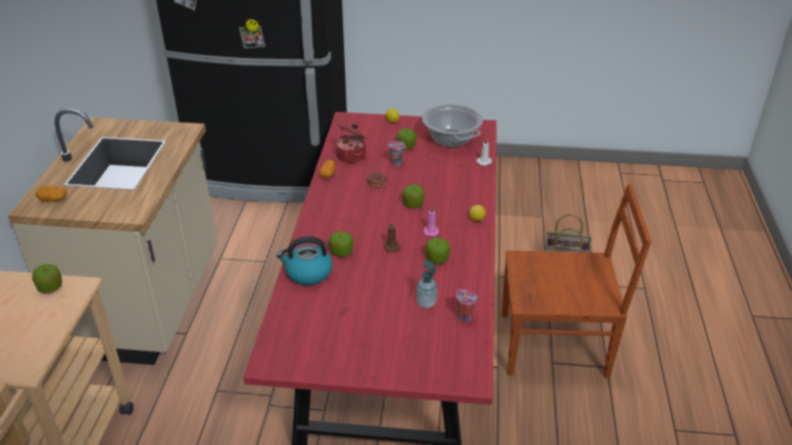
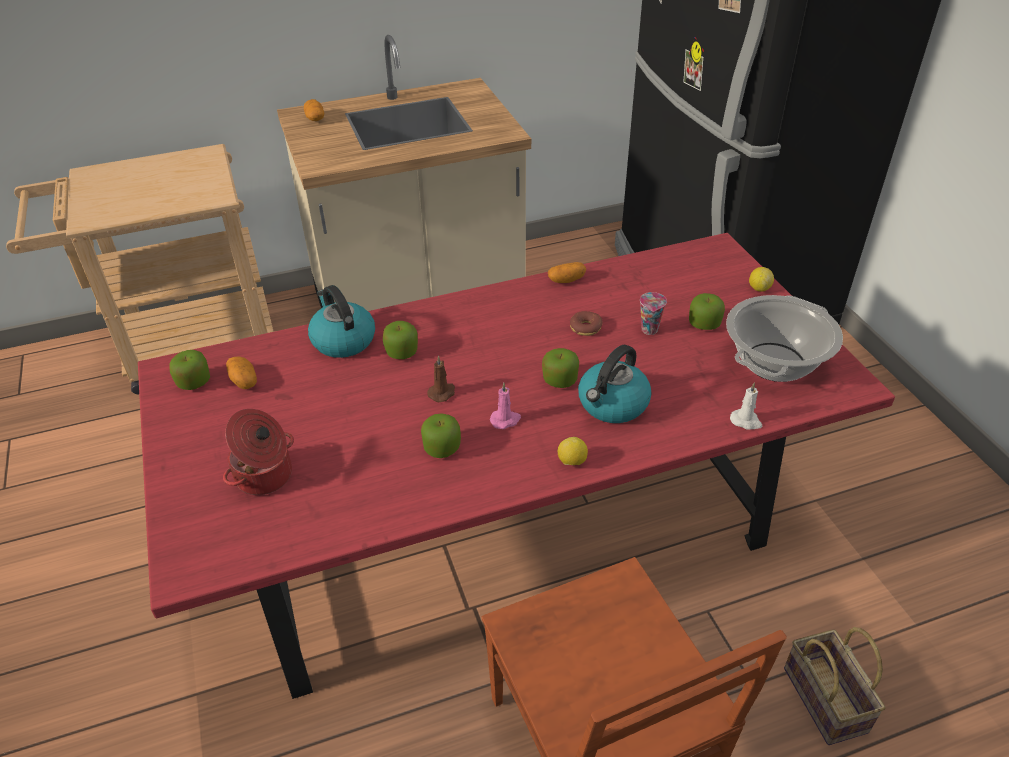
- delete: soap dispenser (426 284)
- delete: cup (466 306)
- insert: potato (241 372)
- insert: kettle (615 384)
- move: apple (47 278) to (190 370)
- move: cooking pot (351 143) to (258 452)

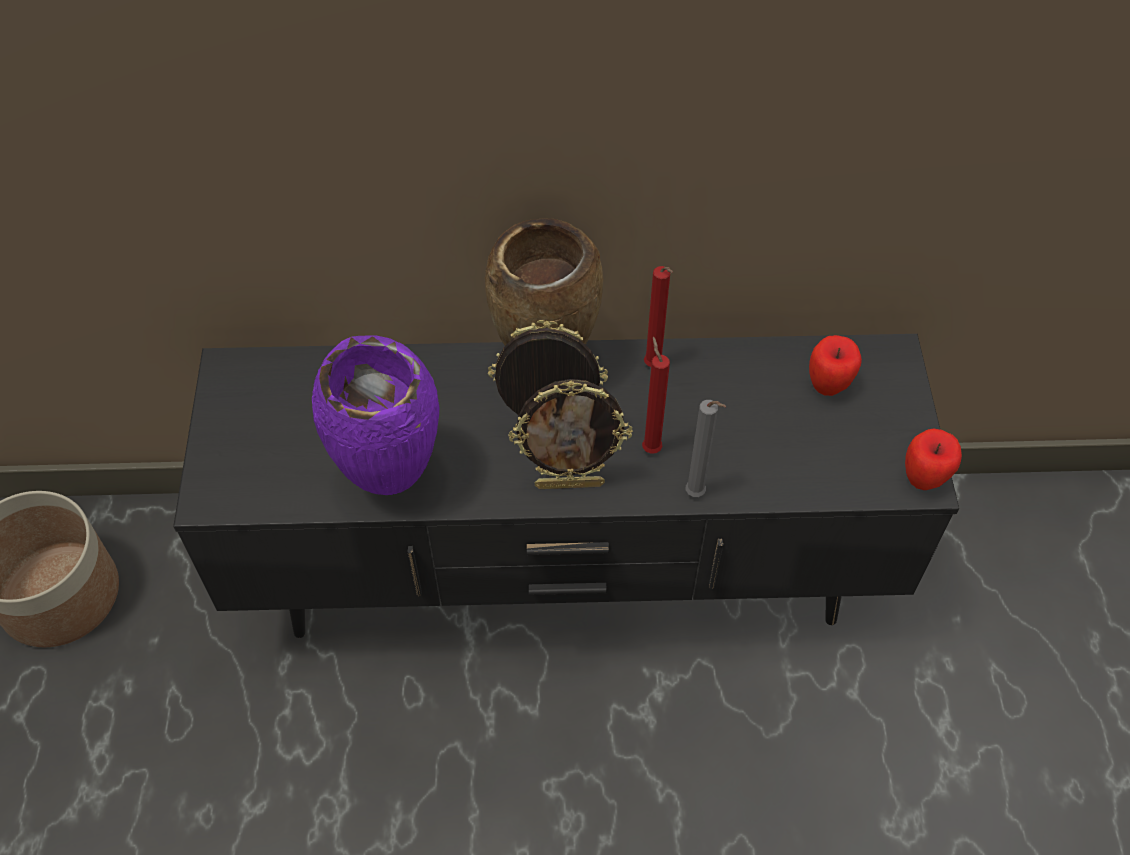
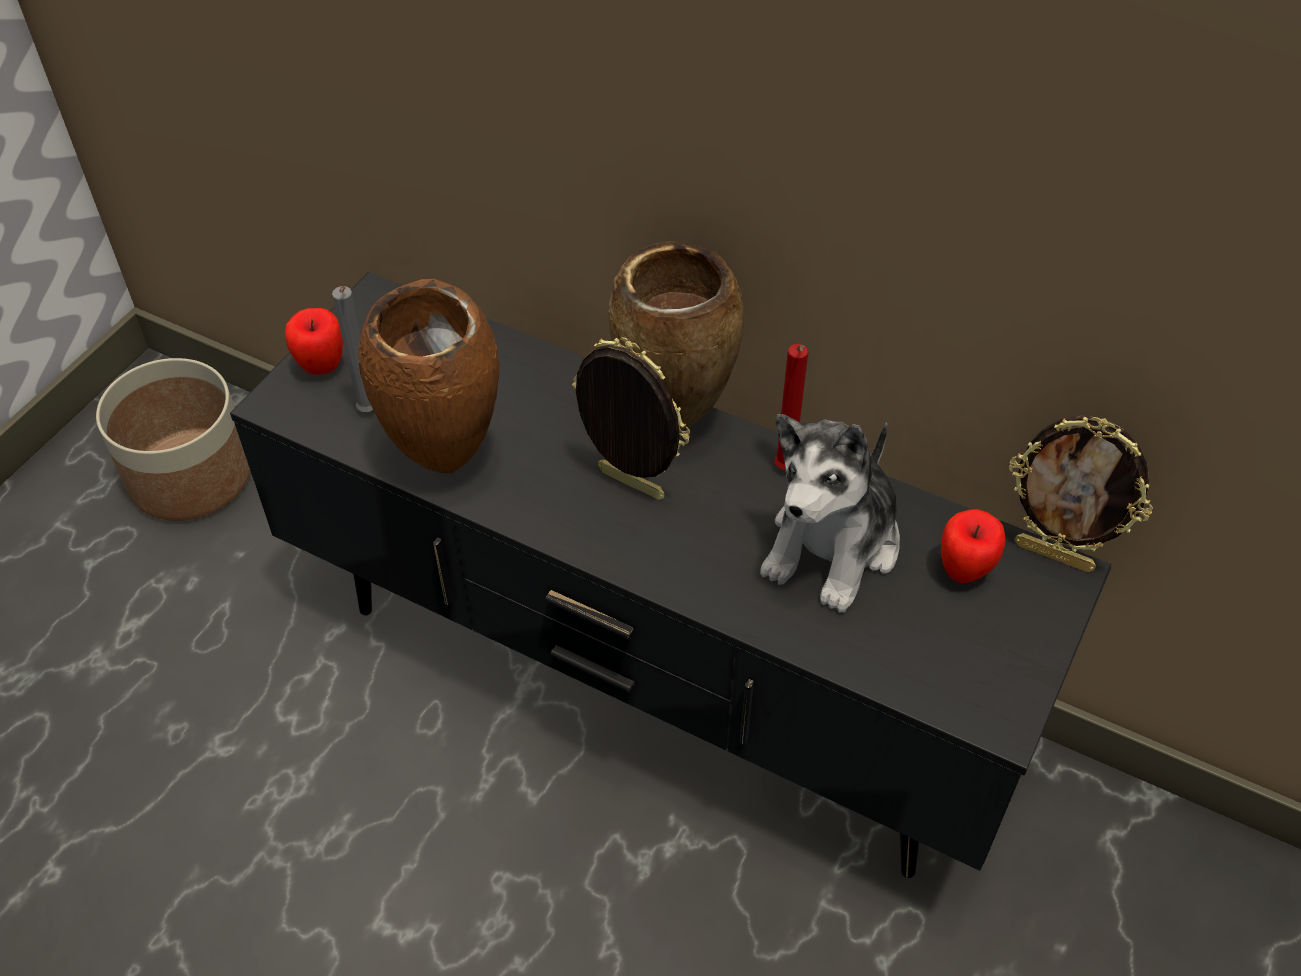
- delete: red candle (656 395)
- insert: plush toy (830 513)
- move: picture frame (571 434) to (1081 493)
- move: grey candle (706 448) to (352 349)
- move: apple (933 459) to (314 341)
- recolor: purple vase (375 415) to brown vase (428 376)

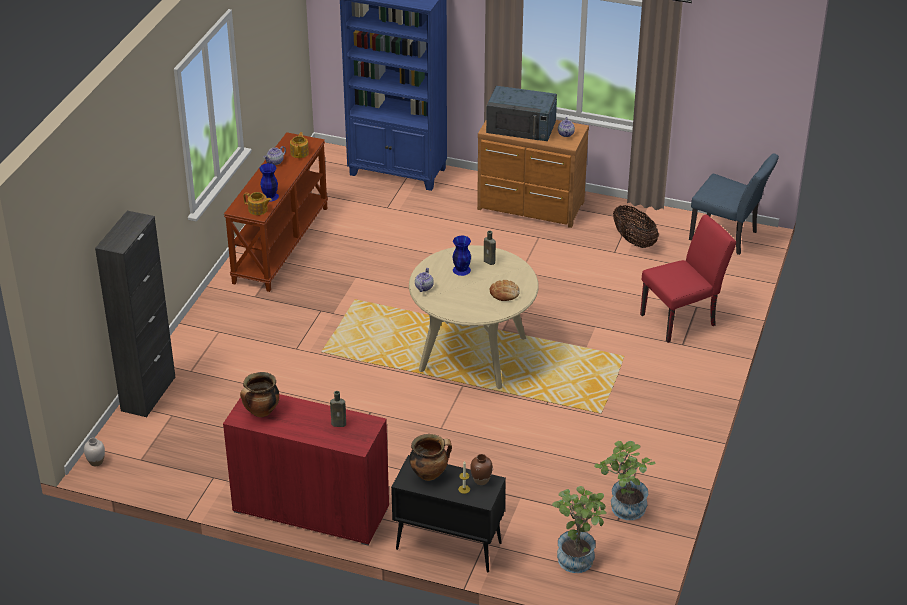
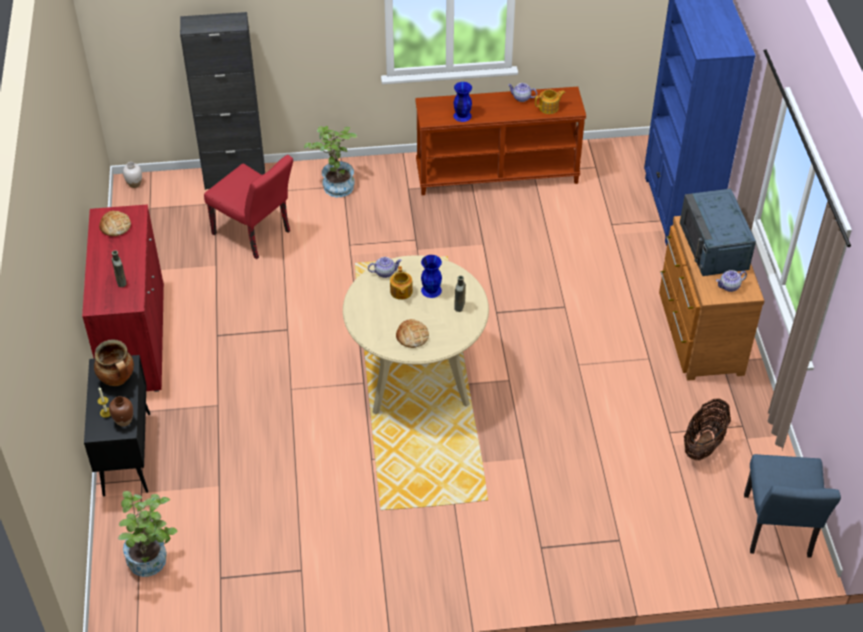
- move: teapot (258 203) to (401 283)
- move: potted plant (624 480) to (330 161)
- move: red chair (688 279) to (248 207)
- replace: cooking pot (259 394) to bread (115 223)

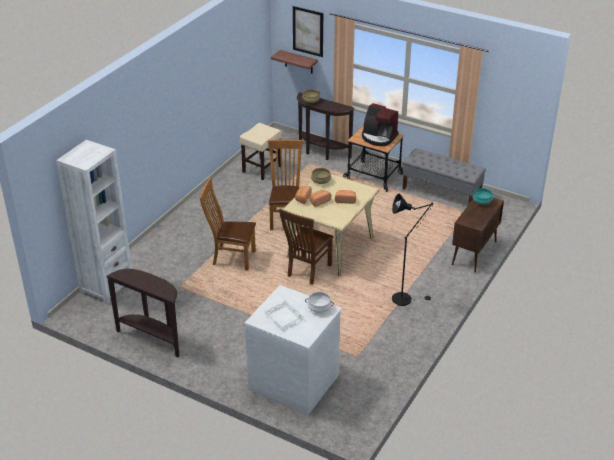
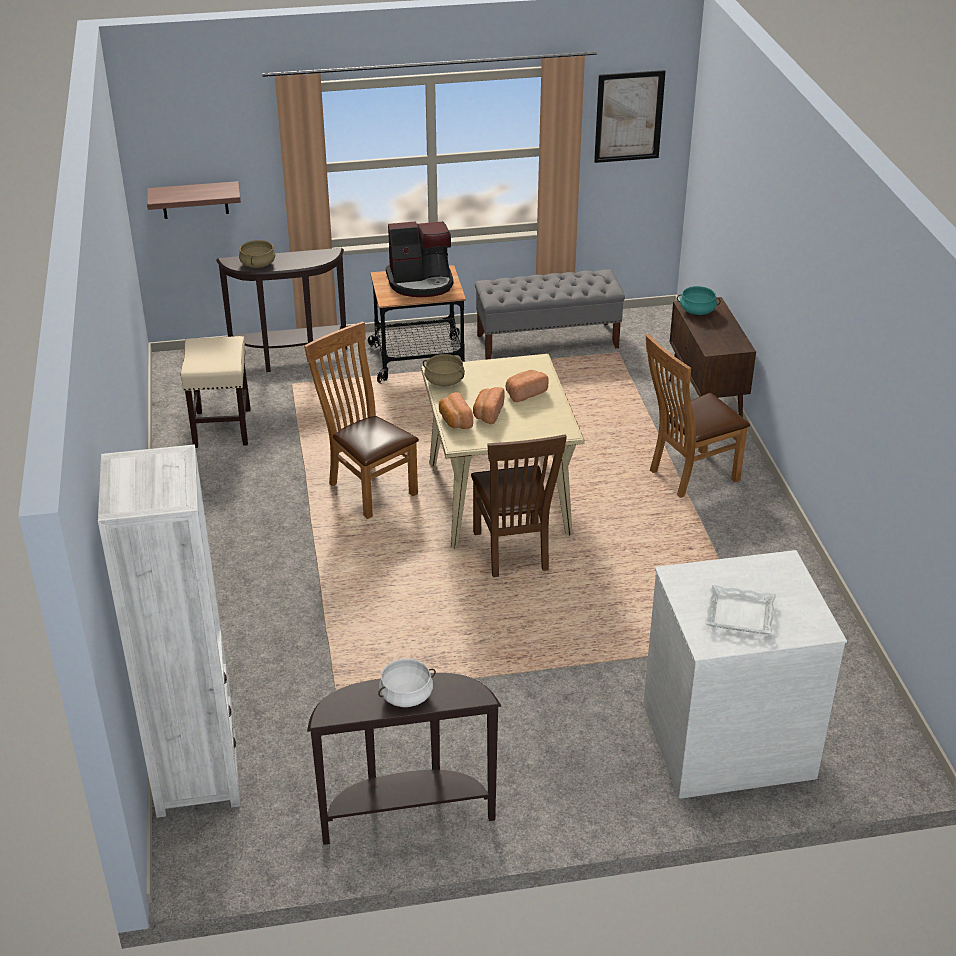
- delete: black floor lamp (412 249)
- move: brown chair (228 224) to (698 416)
- move: picture (308 31) to (630 116)
- move: white cooking pot (319 302) to (407 683)

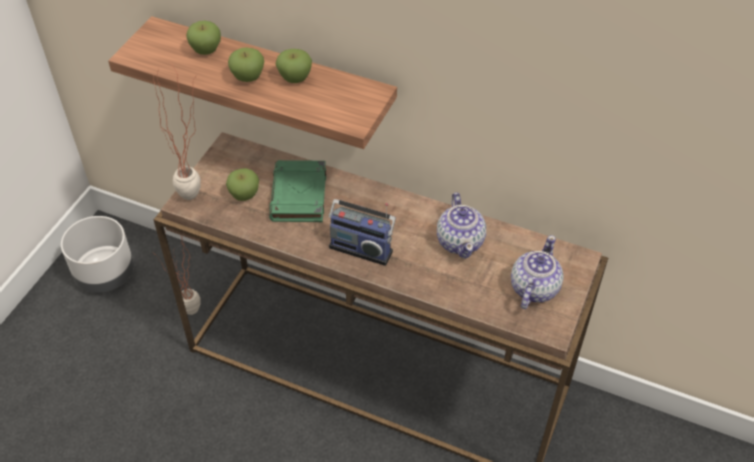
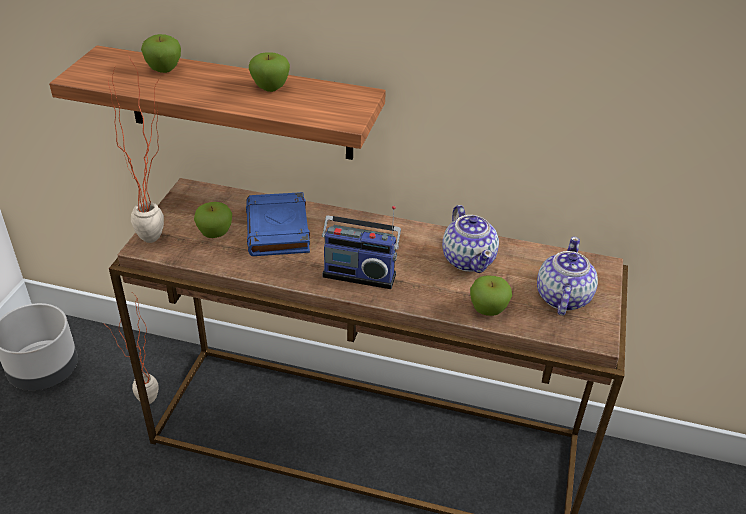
- move: apple (246 65) to (491 295)
- recolor: green book (297 191) to blue book (278 224)

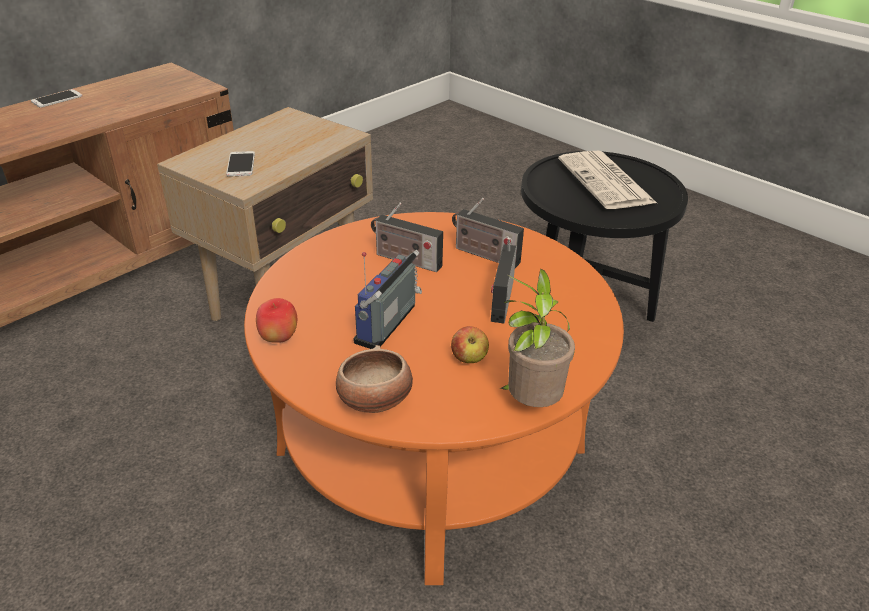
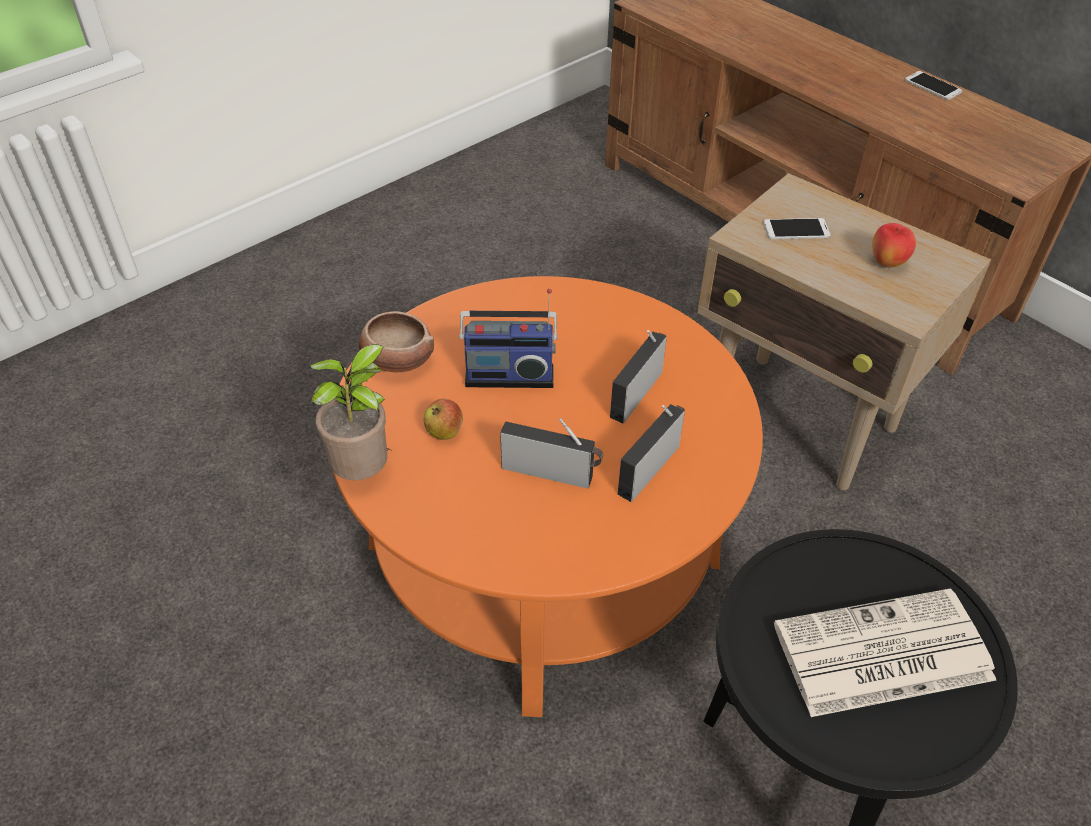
- move: apple (276 320) to (894 245)
- rotate: radio (387 299) = (508 338) 150 degrees clockwise

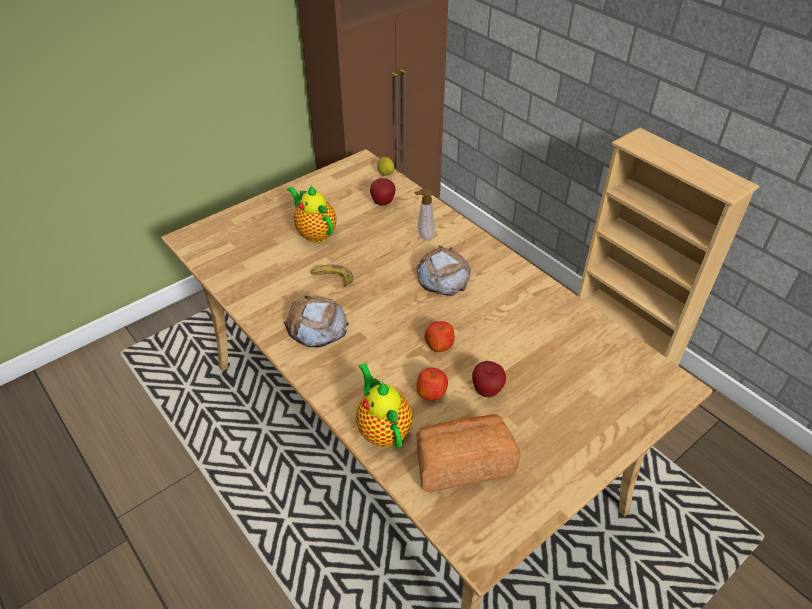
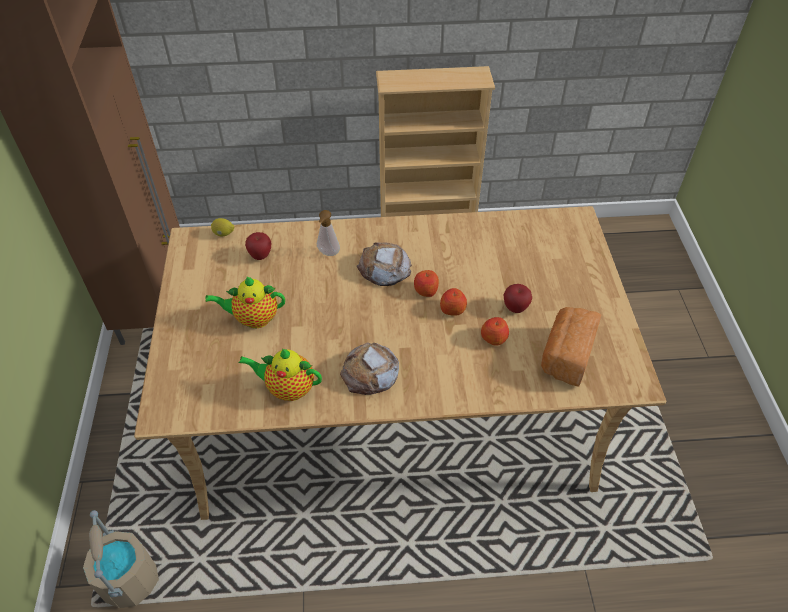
- delete: banana (332 276)
- insert: beige bucket (121 559)
- insert: apple (426 283)
- move: teapot (384 405) to (280 375)

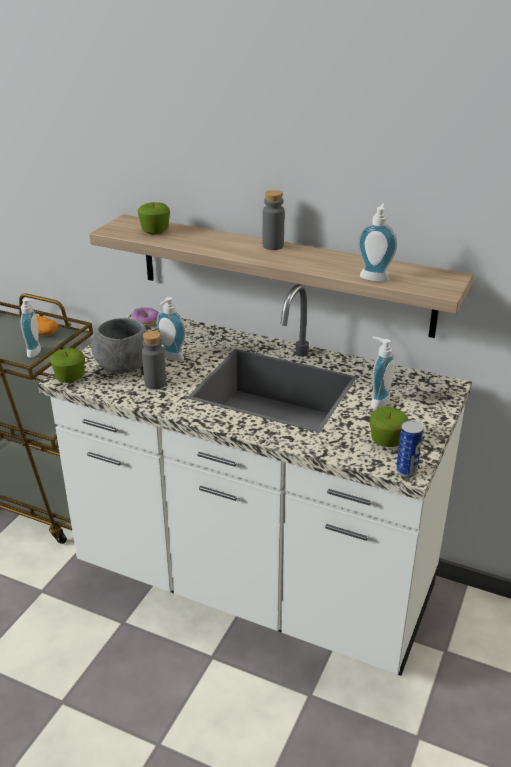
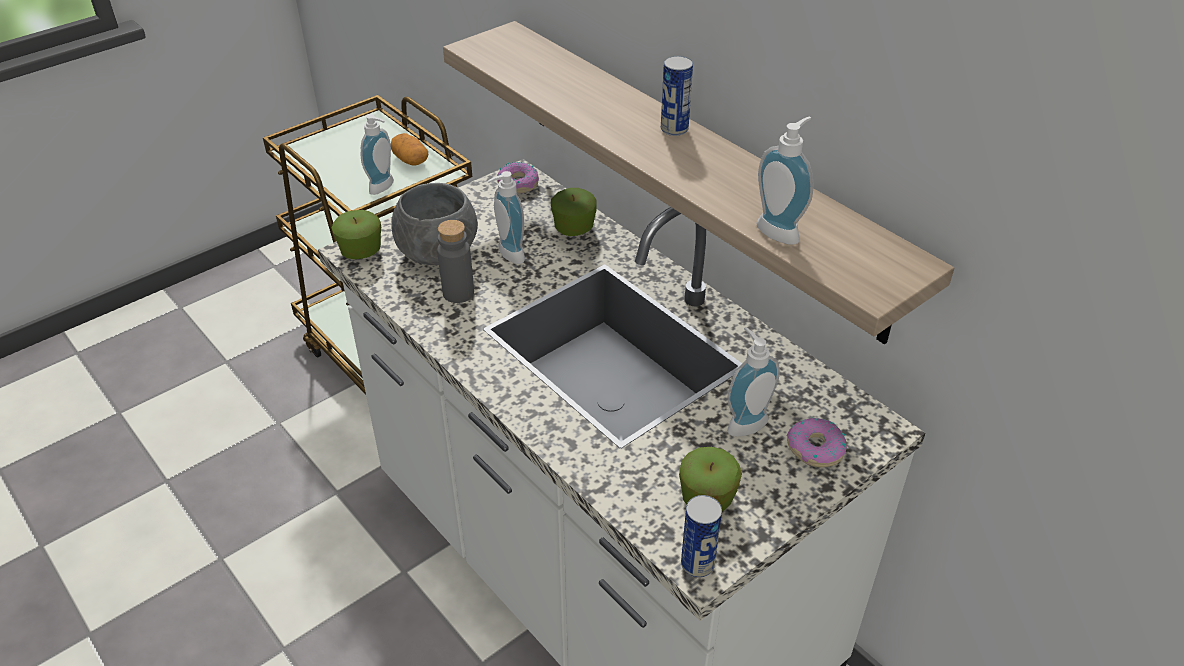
- insert: donut (817 442)
- move: apple (154 218) to (574 212)
- replace: grey bottle (274 220) to can (677 96)

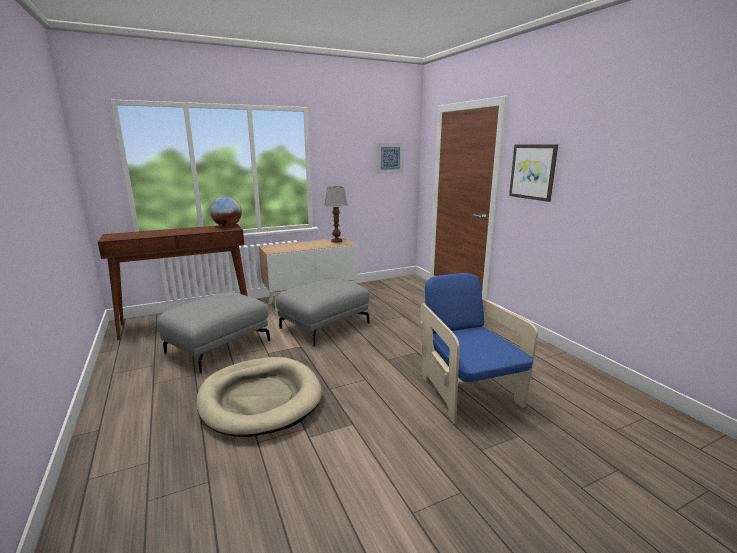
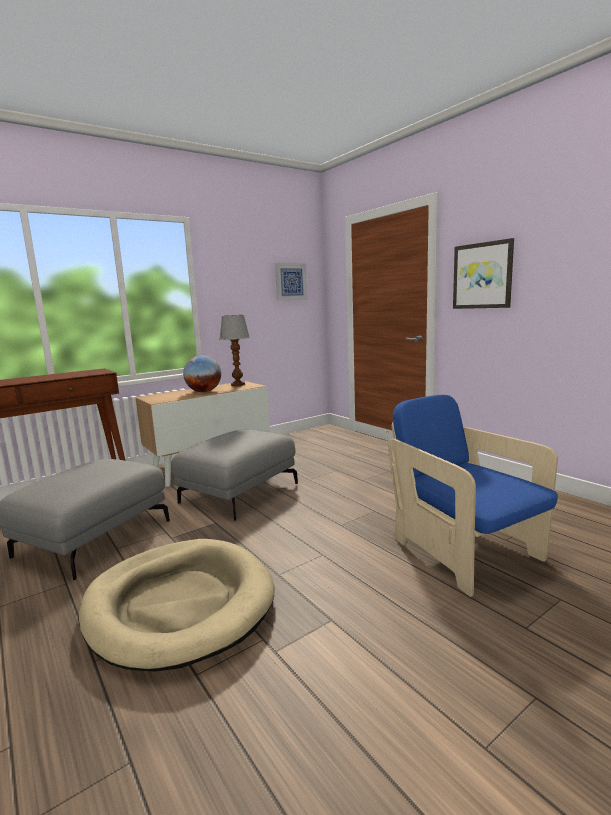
- move: globe (226 211) to (202 373)

